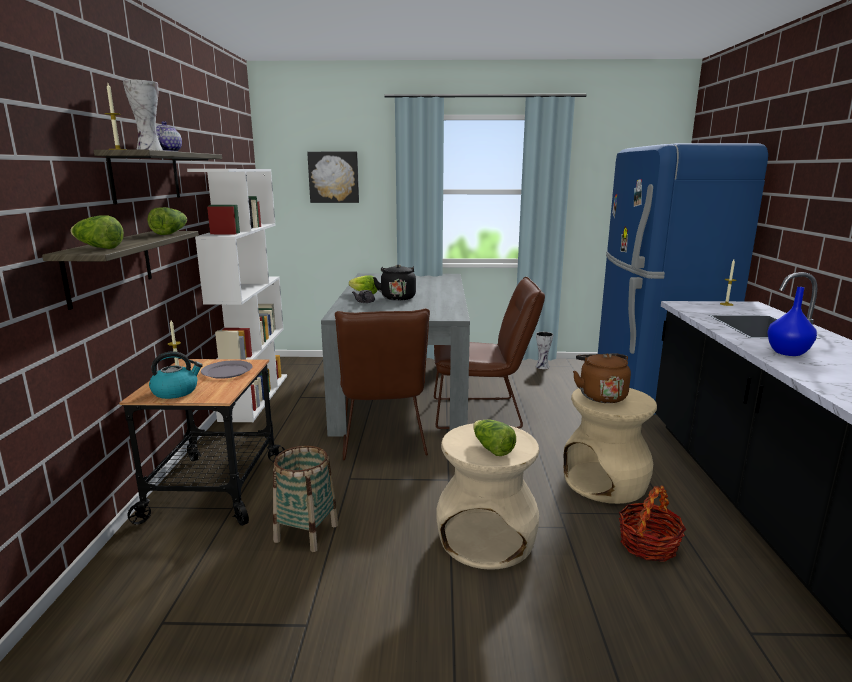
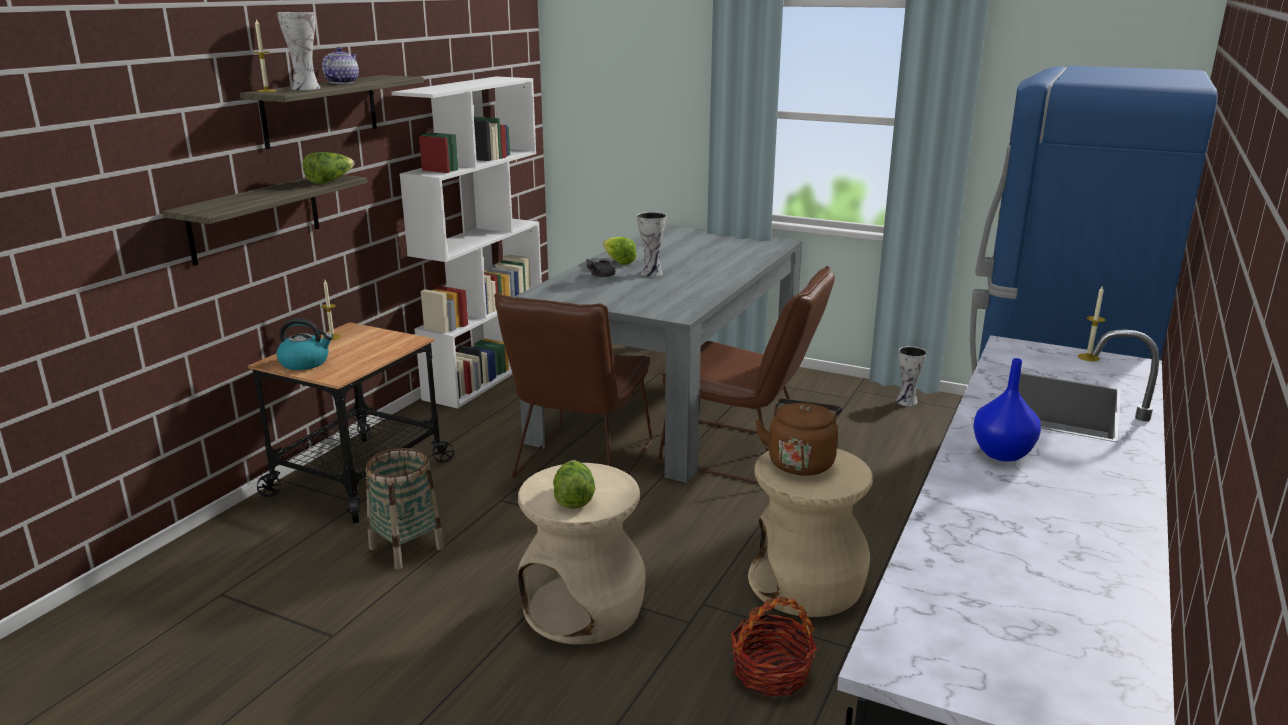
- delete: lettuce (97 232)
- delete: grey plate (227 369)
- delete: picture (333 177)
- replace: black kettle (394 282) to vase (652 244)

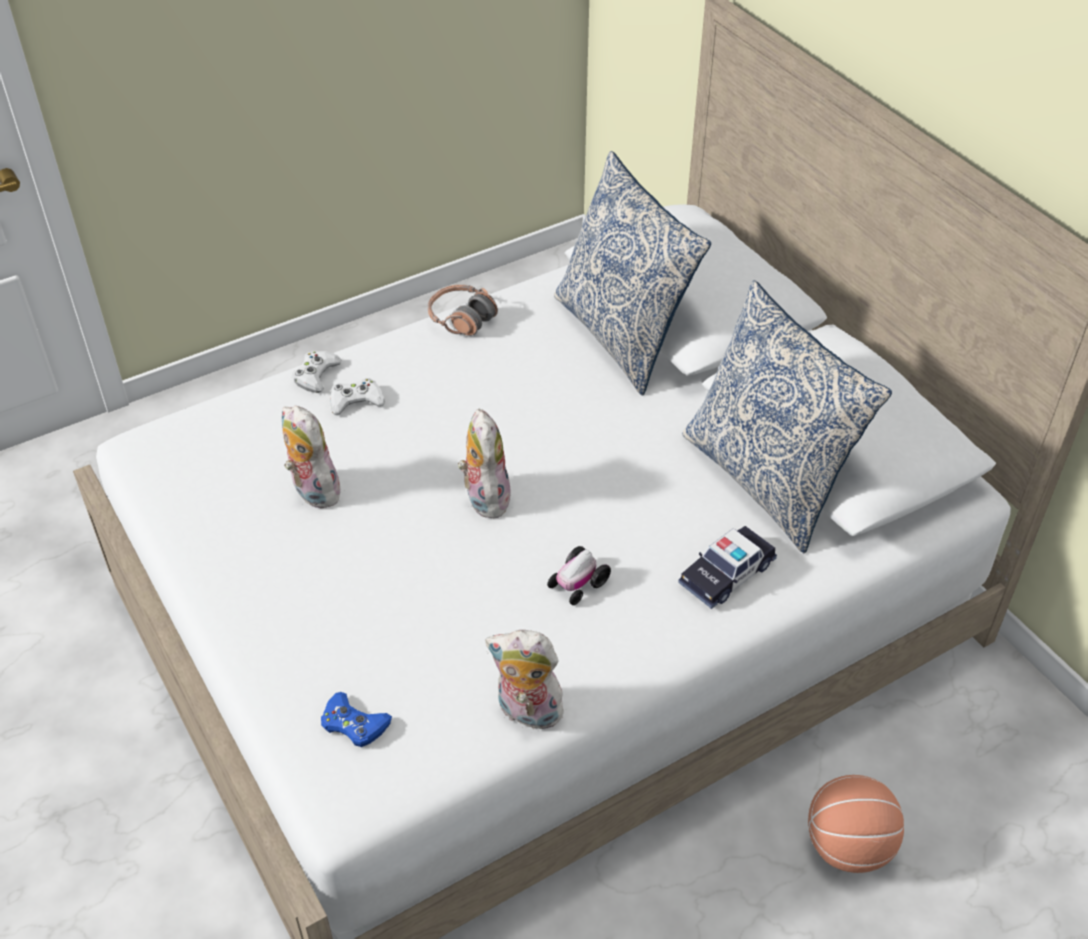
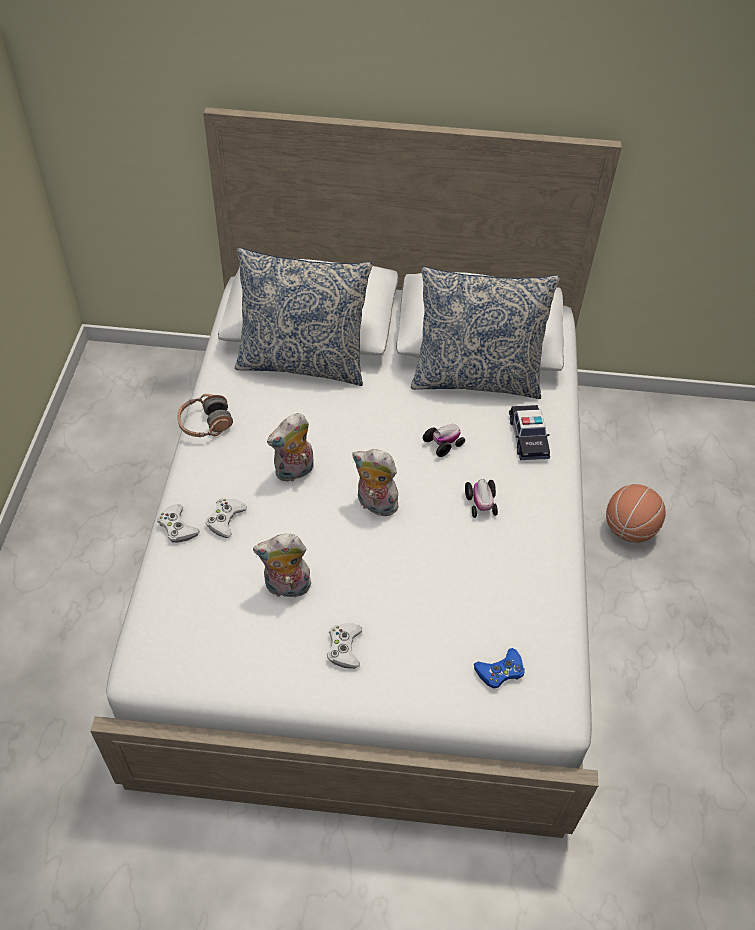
- insert: white game controller (344 646)
- insert: toy car (444 440)
- move: plush toy (527 679) to (290 447)

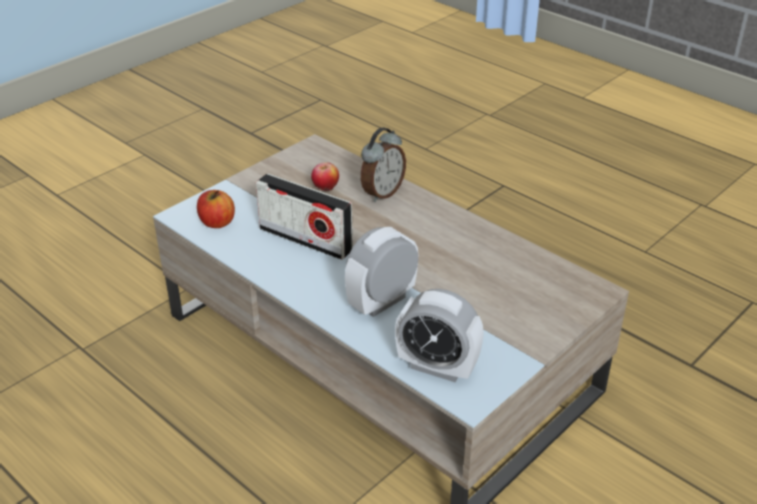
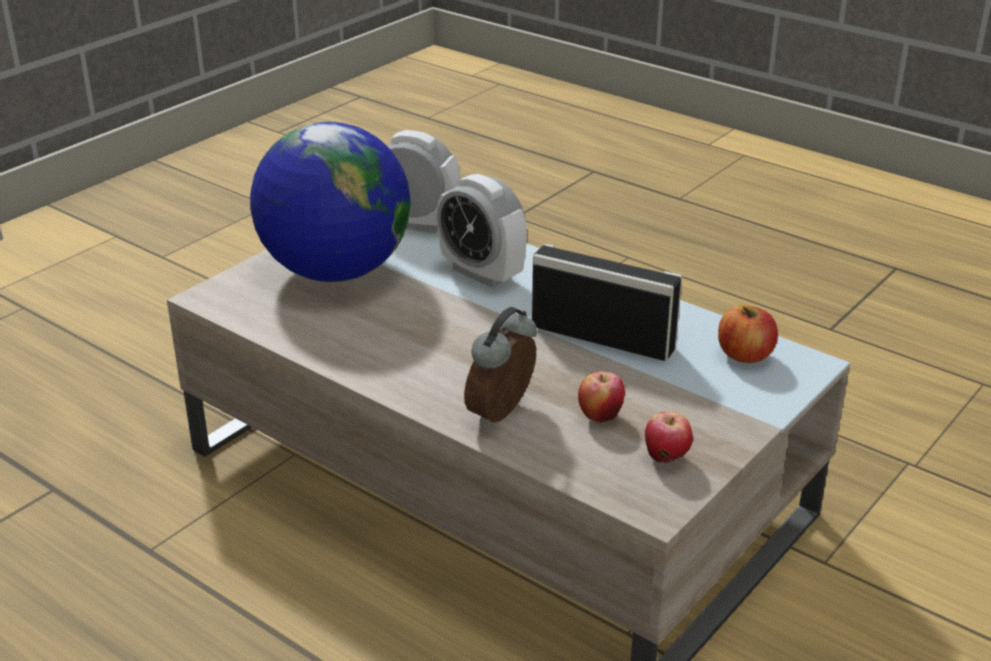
- insert: globe (330 202)
- insert: apple (669 437)
- rotate: alarm clock (381 272) = (482 231) 90 degrees clockwise

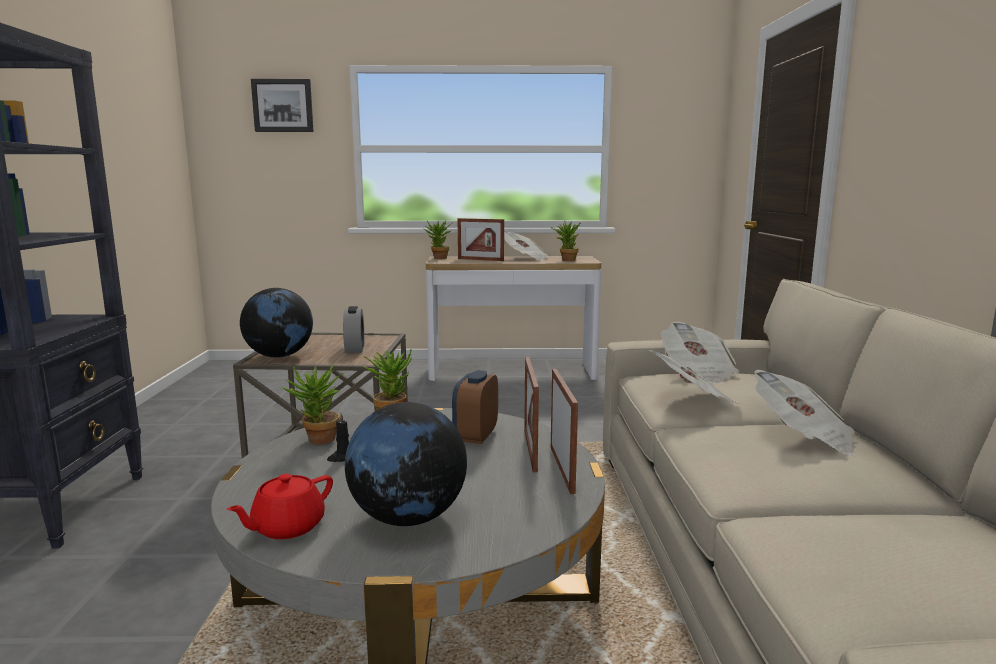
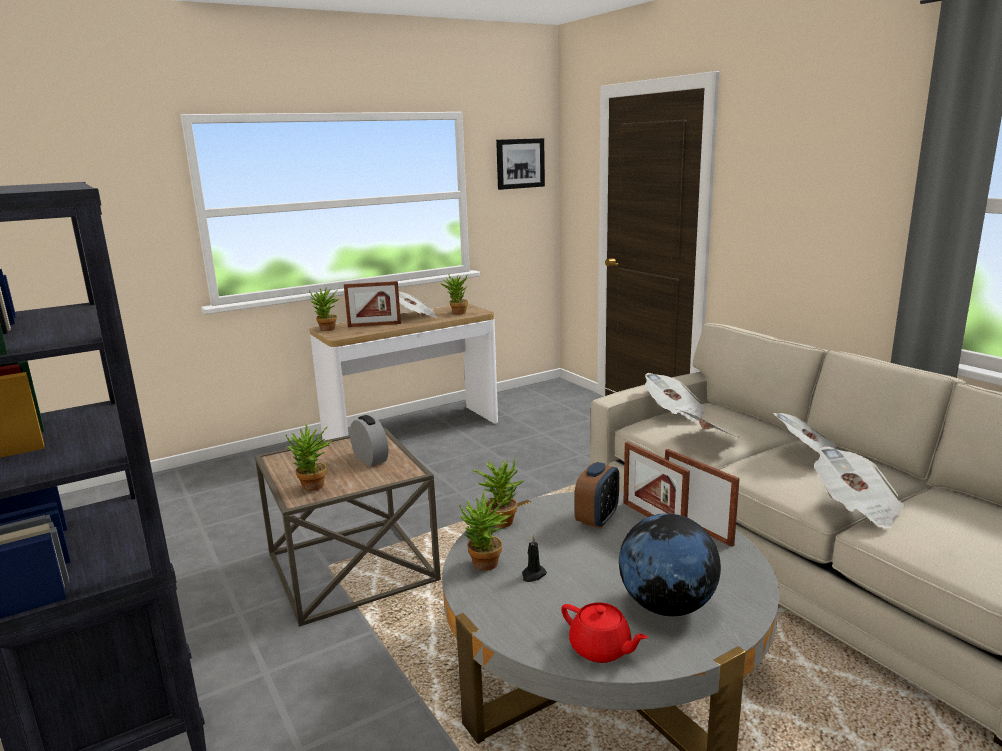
- insert: newspaper (859 487)
- move: picture (282 105) to (520 164)
- replace: globe (276 323) to potted plant (308 457)
- rotate: red teapot (280 506) = (604 633) 60 degrees counterclockwise
- rotate: alarm clock (475 407) = (597 495) 135 degrees counterclockwise

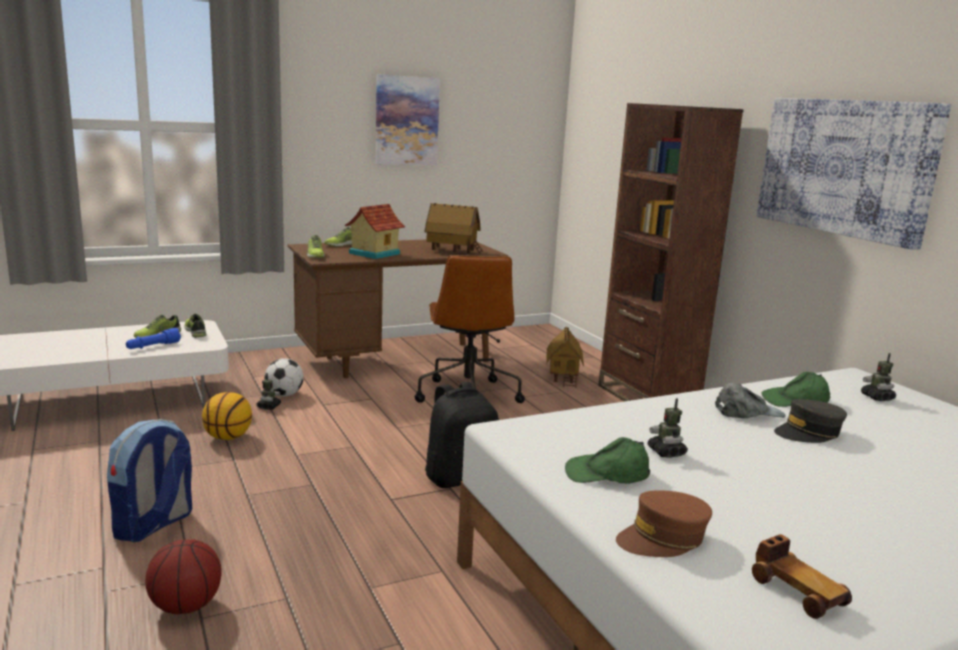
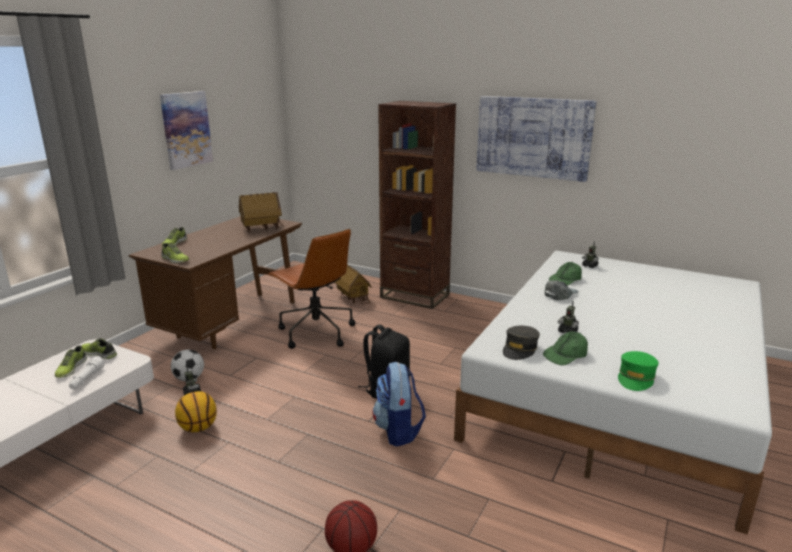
- delete: toy house (375 231)
- delete: toy car (802 576)
- move: backpack (149 480) to (399 404)
- move: grey cap (810 421) to (521 343)
- recolor: blue flashlight (153 338) to white flashlight (87 372)
- recolor: brown cap (664 523) to green cap (638 371)

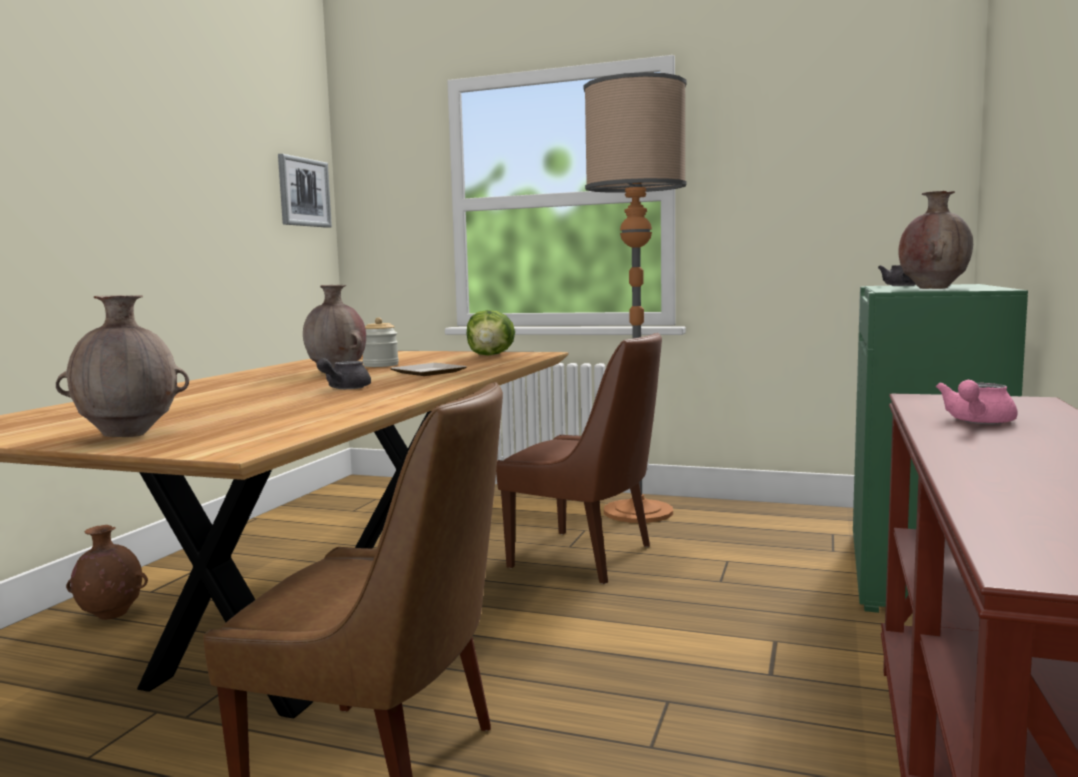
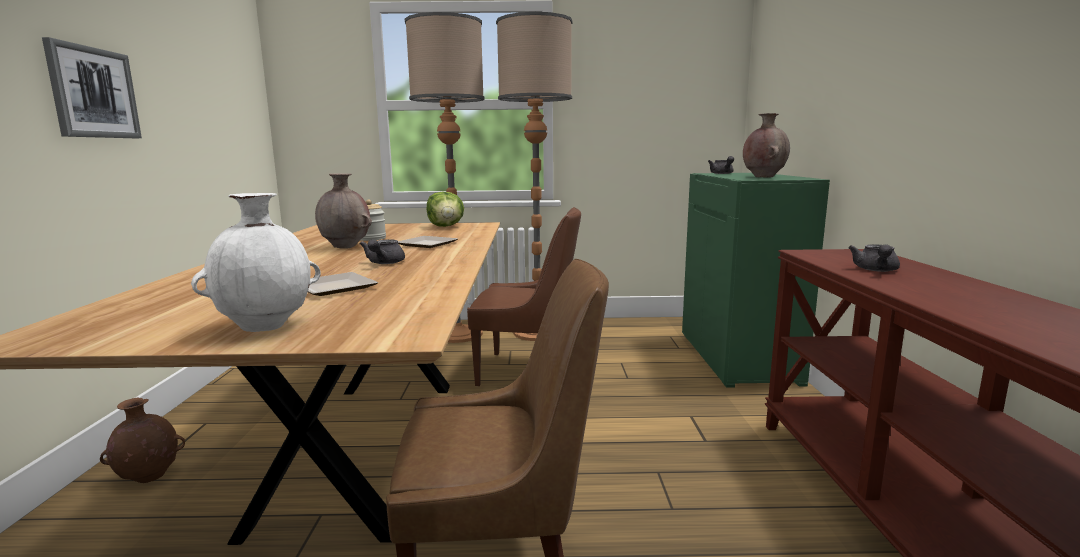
- insert: plate (343 284)
- insert: floor lamp (444 177)
- move: picture (305 191) to (92 87)
- recolor: brown vase (122 366) to white vase (256 262)
- recolor: pink teapot (977 402) to grey teapot (874 258)

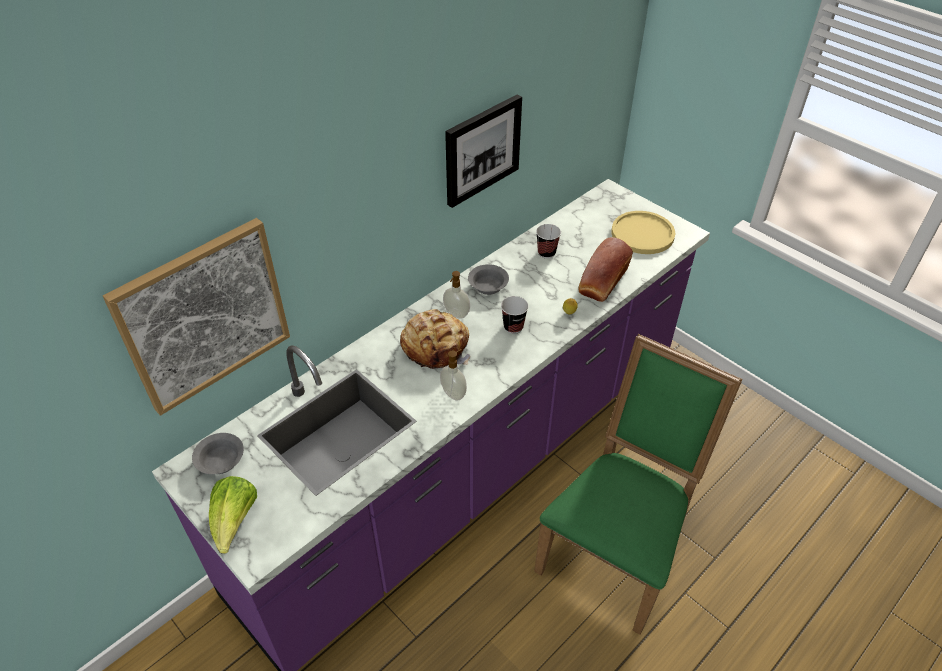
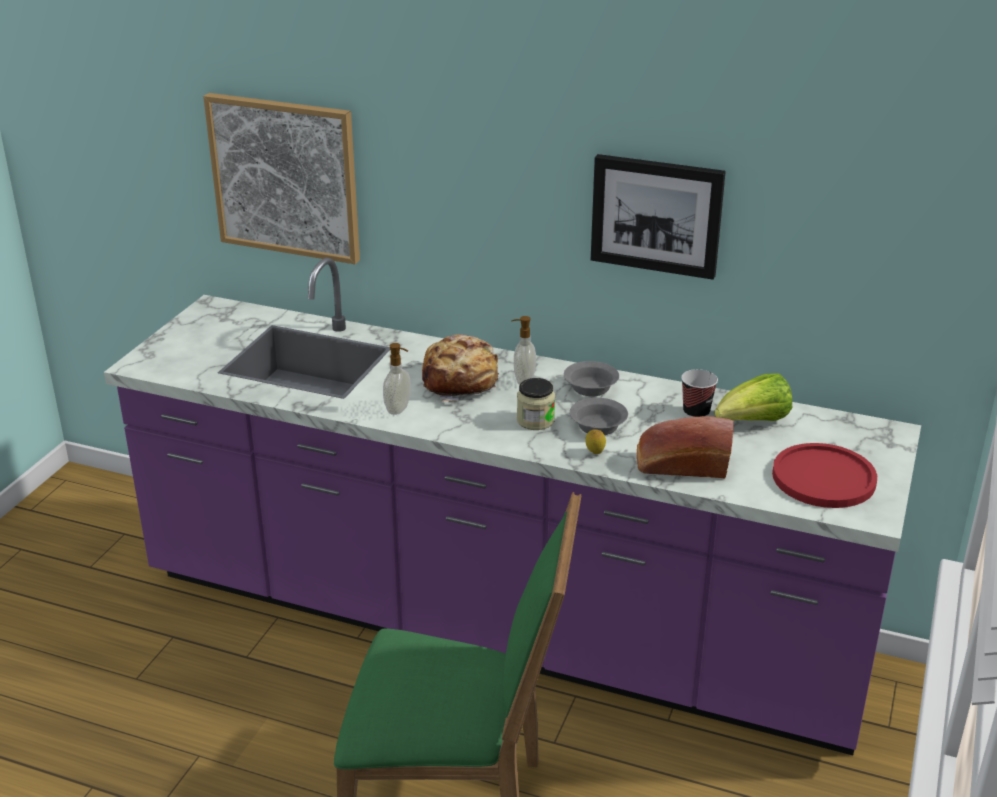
- move: grey bowl (218 453) to (599 416)
- move: lettuce (233 515) to (753 397)
- replace: cup (515 315) to jar (536 404)
- recolor: yellow plate (643 232) to red plate (824 475)

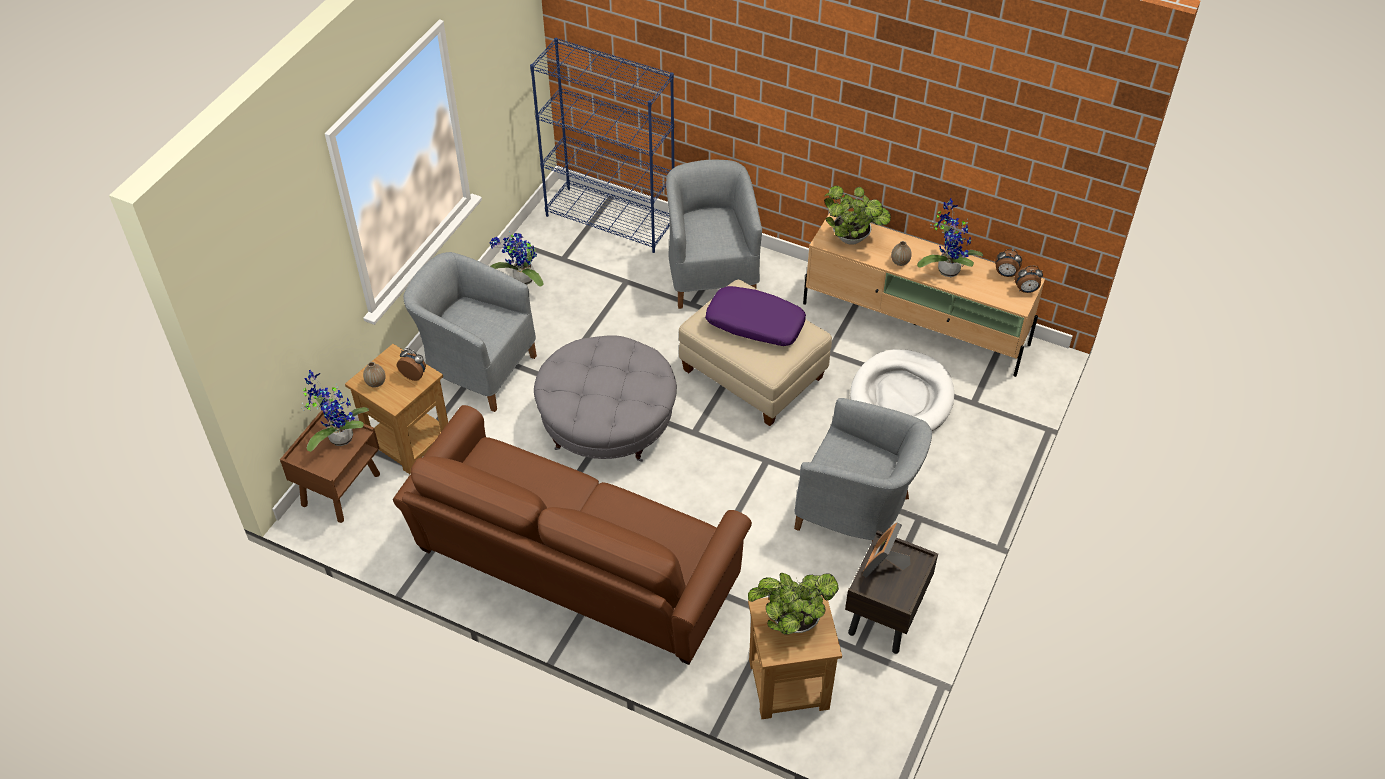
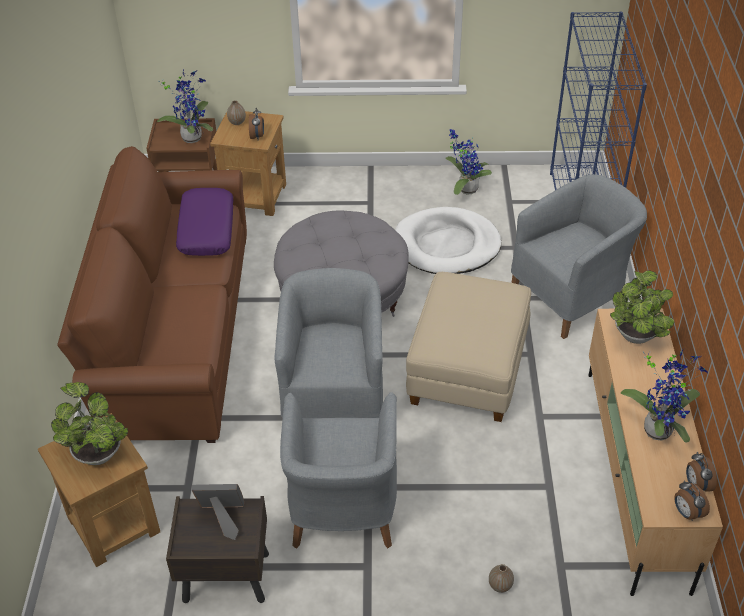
- move: grey armchair (470 332) to (328 343)
- move: purple pillow (755 316) to (204 222)
- move: white dog bed (902 390) to (448 240)
- move: vase (901 253) to (501 578)

